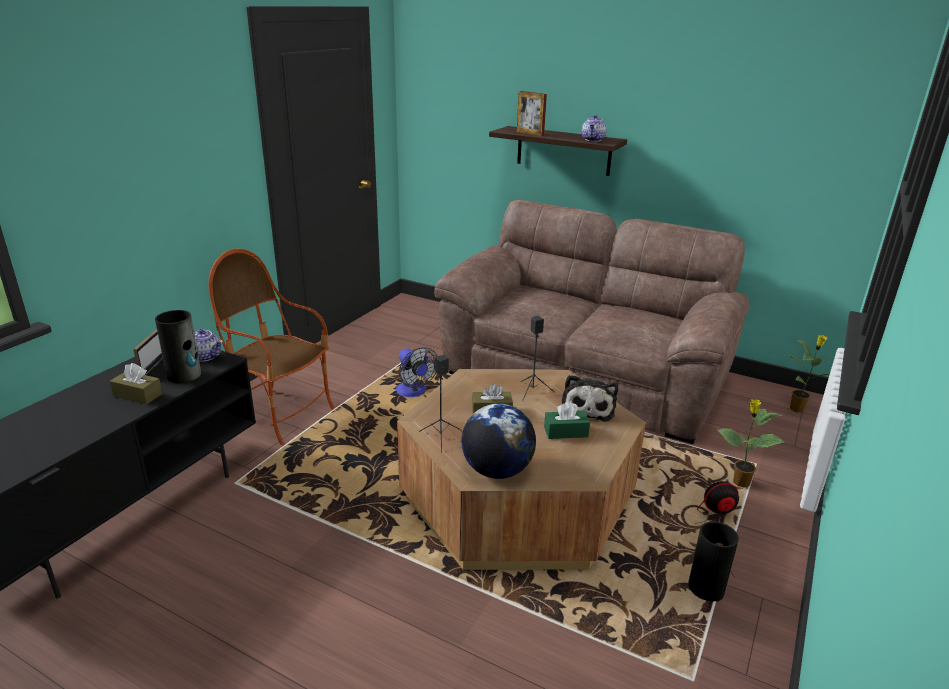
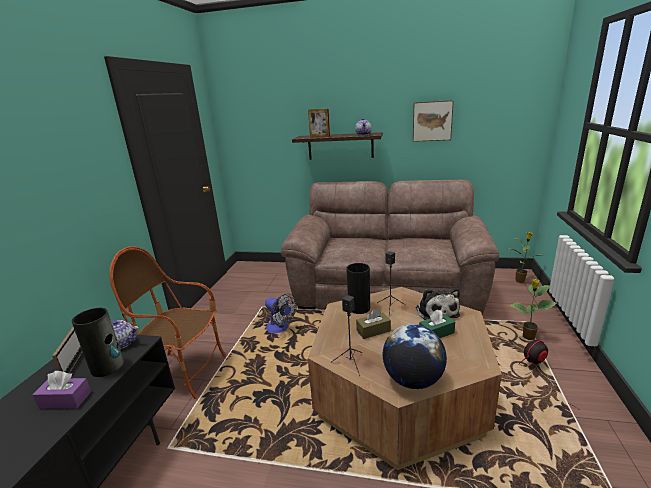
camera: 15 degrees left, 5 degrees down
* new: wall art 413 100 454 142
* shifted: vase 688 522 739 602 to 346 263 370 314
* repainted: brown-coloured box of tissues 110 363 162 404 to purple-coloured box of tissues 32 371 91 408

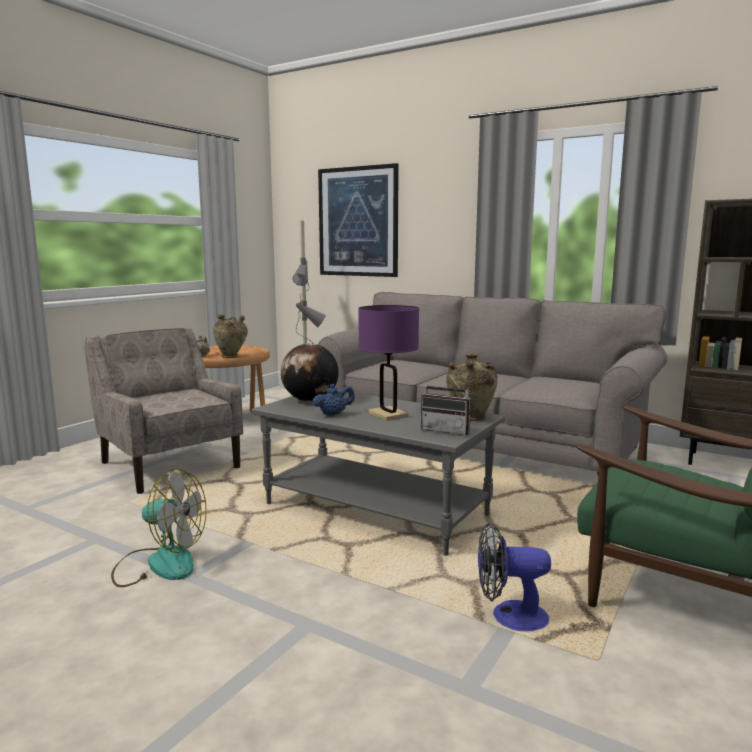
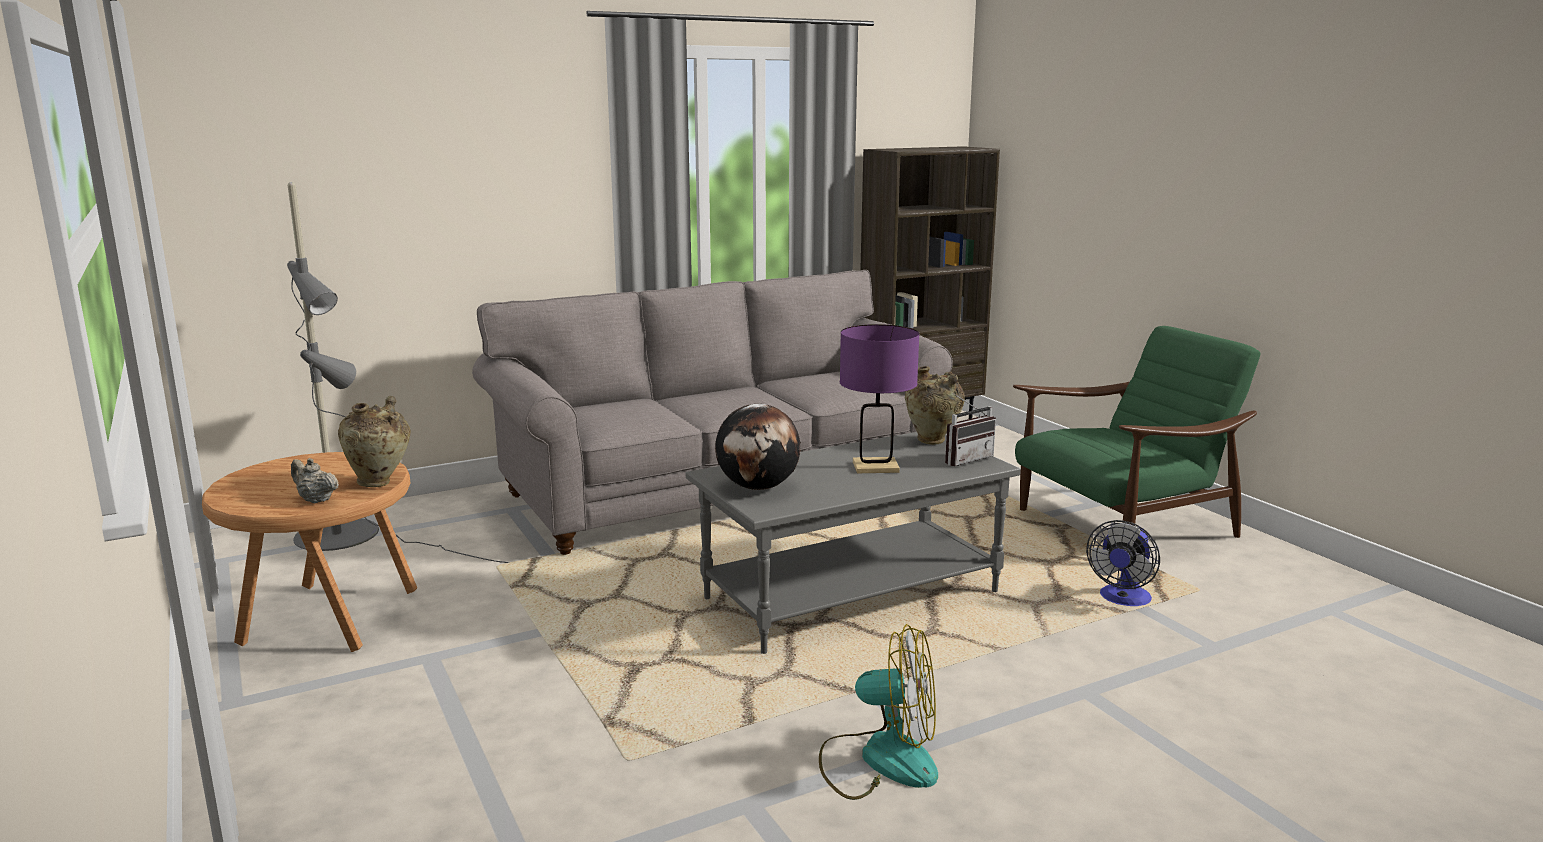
camera: 60 degrees left, 5 degrees up
* gone: sand-coloured lounge chair 84 327 243 494
* gone: blue teapot 312 384 355 416
* gone: wall art 318 163 399 277
* rotated: cooling fan 111 469 207 587 = 819 624 938 800 60 degrees clockwise

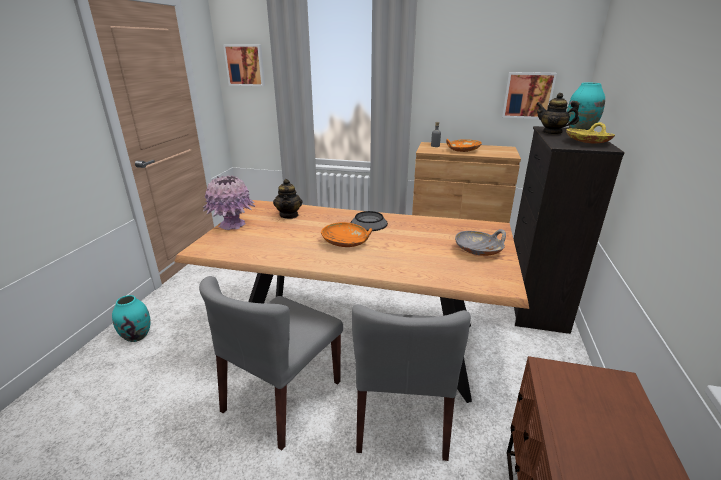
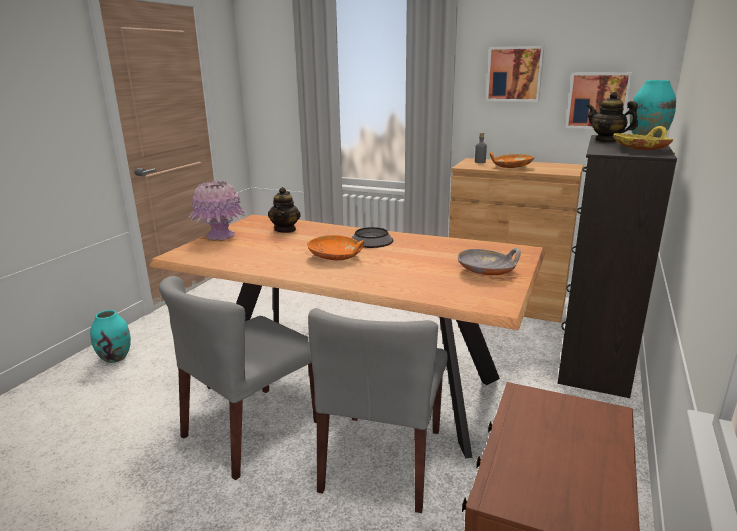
camera: 10 degrees right, 5 degrees down
* shifted: wall art 223 45 265 86 to 486 46 544 102

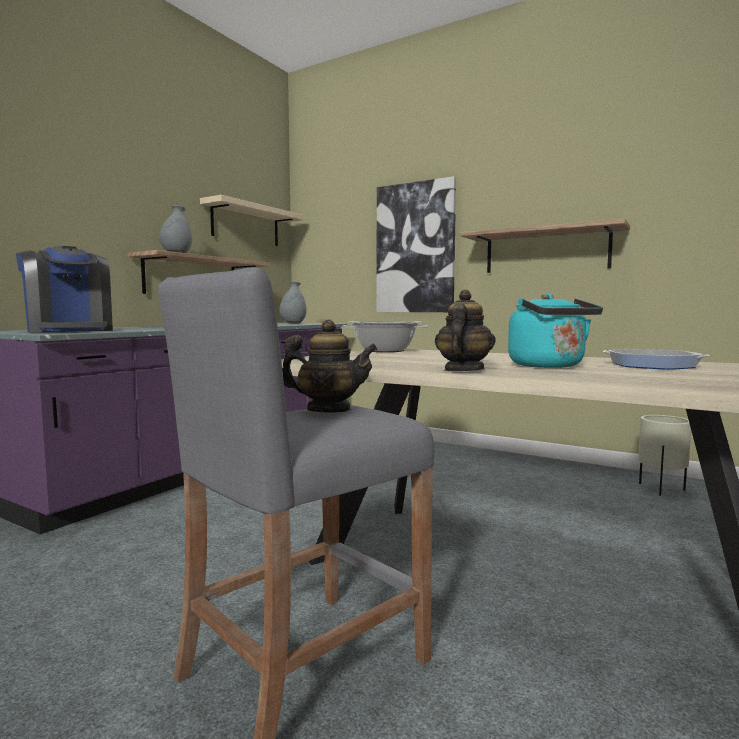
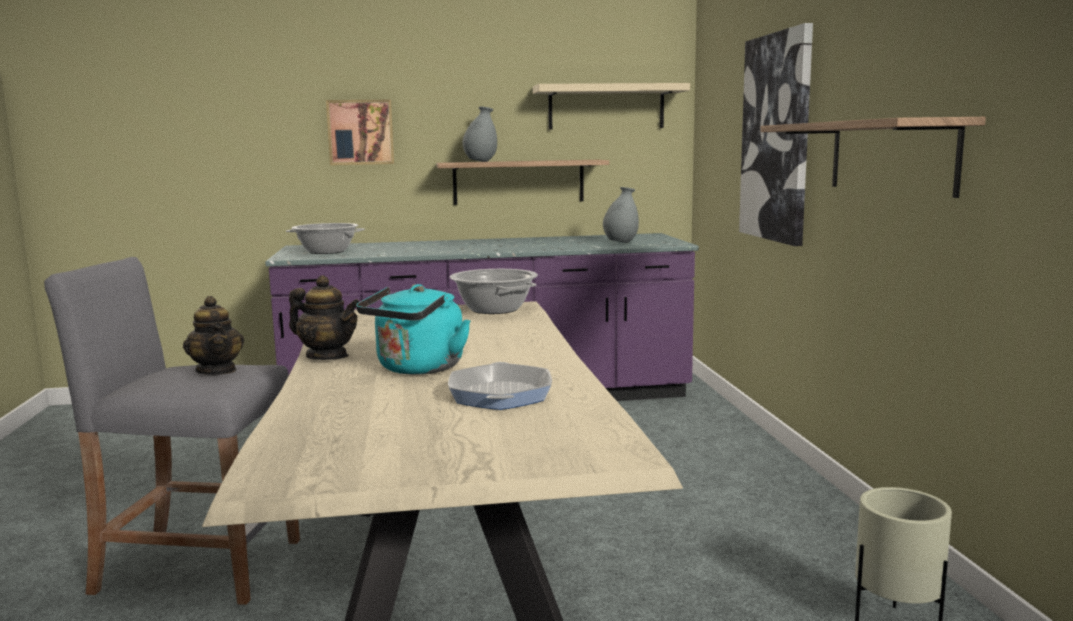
camera: 50 degrees right, 5 degrees up
* new: wall art 326 100 394 165
* swapped: coffee maker 16 246 113 332 to cooking pot 286 223 365 254
* rotated: teapot 435 289 496 371 = 289 275 359 360 45 degrees clockwise

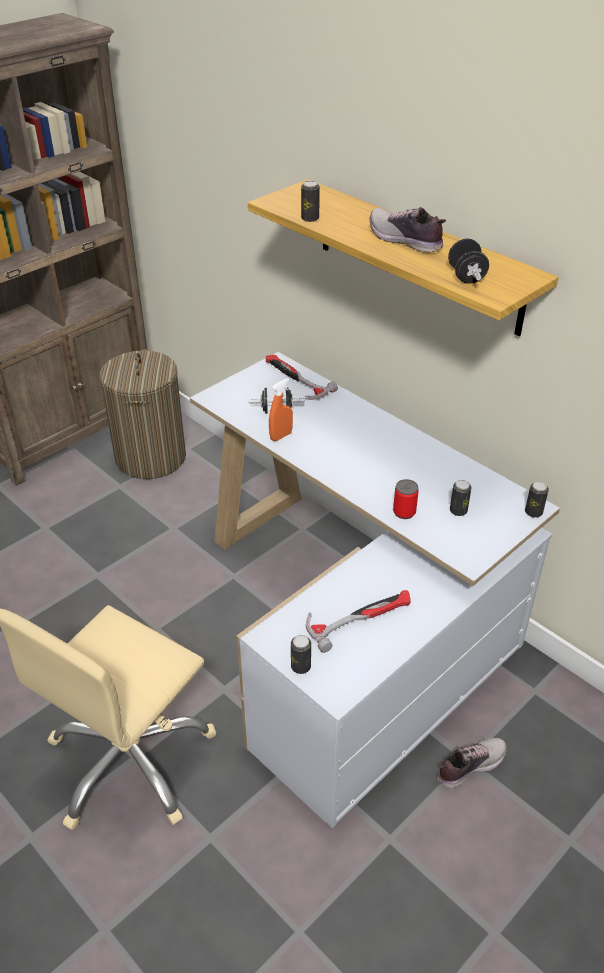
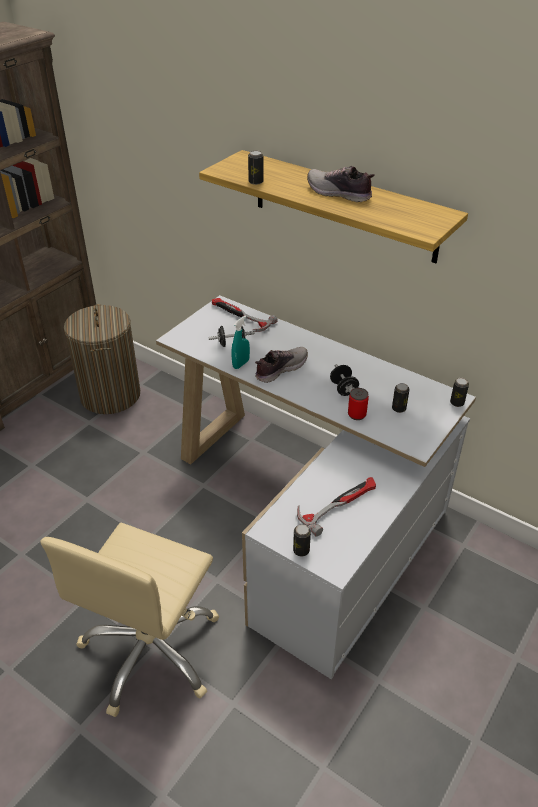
camera: 10 degrees left, 0 degrees up
* shifted: low shoe 437 738 507 788 to 255 347 308 383
* shifted: blackish hand weight 448 239 489 284 to 330 364 359 396
* repainted: orange sprayer 269 378 293 441 to blue-green sprayer 231 315 250 369

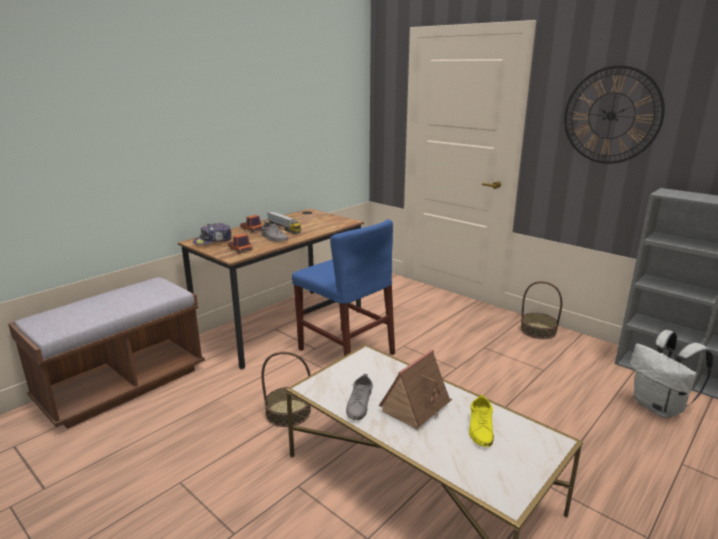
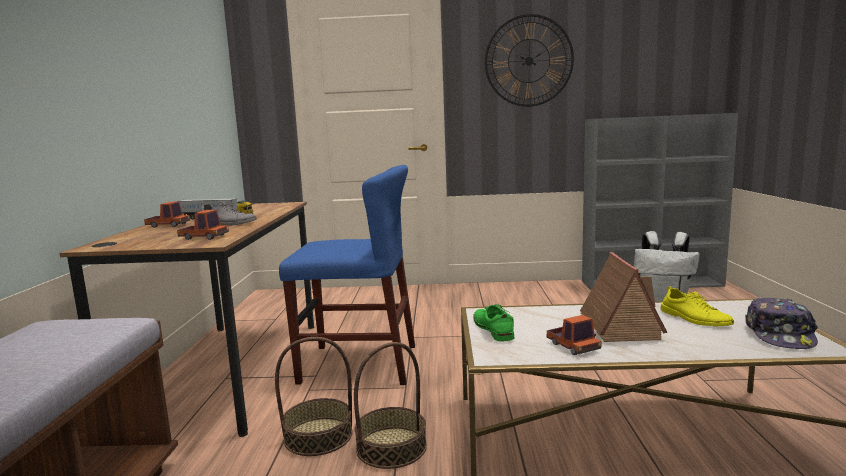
camera: 40 degrees left, 10 degrees down
* new: green low shoe 473 304 514 342
* shifted: peaked cap 193 223 232 245 to 745 297 818 349
* shifted: basket 520 281 562 339 to 275 337 353 456
* swapped: gray low shoe 346 374 373 420 to model truck 547 315 602 355

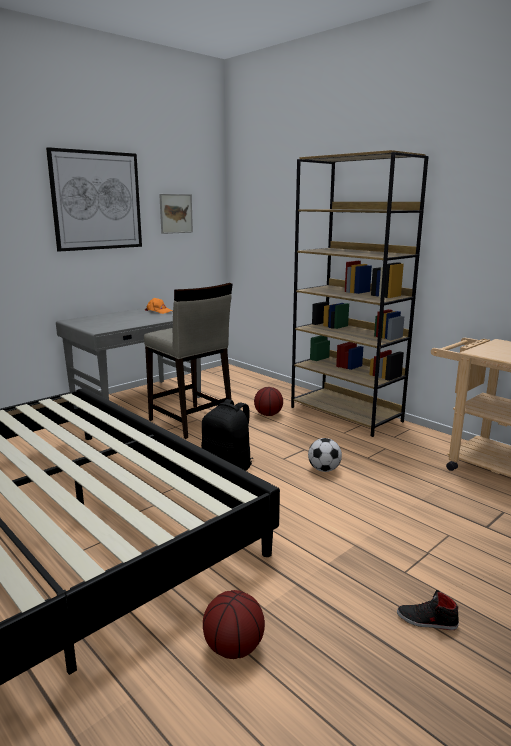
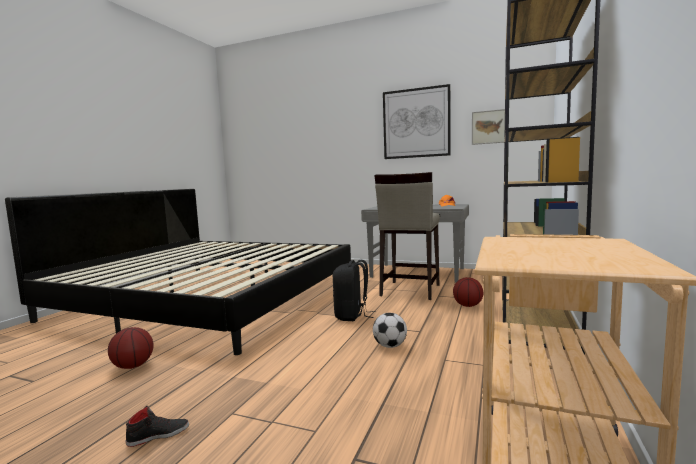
camera: 65 degrees right, 10 degrees down
* rotated: blackish low shoe 397 590 459 630 = 125 406 189 447 75 degrees clockwise

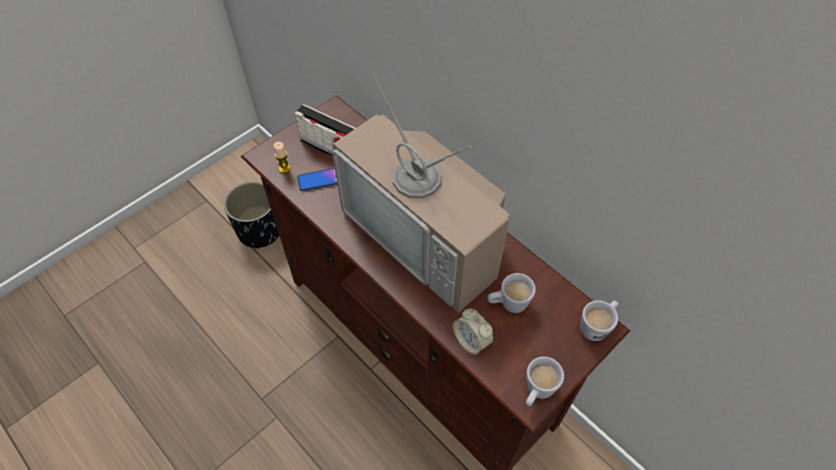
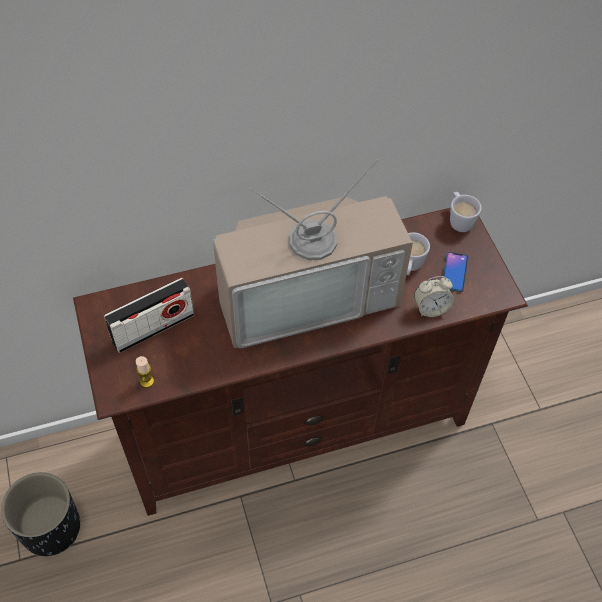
camera: 65 degrees left, 0 degrees up
* gone: white-coloured tea mug 525 357 564 407
* shifted: handset 297 168 337 191 to 443 252 468 292

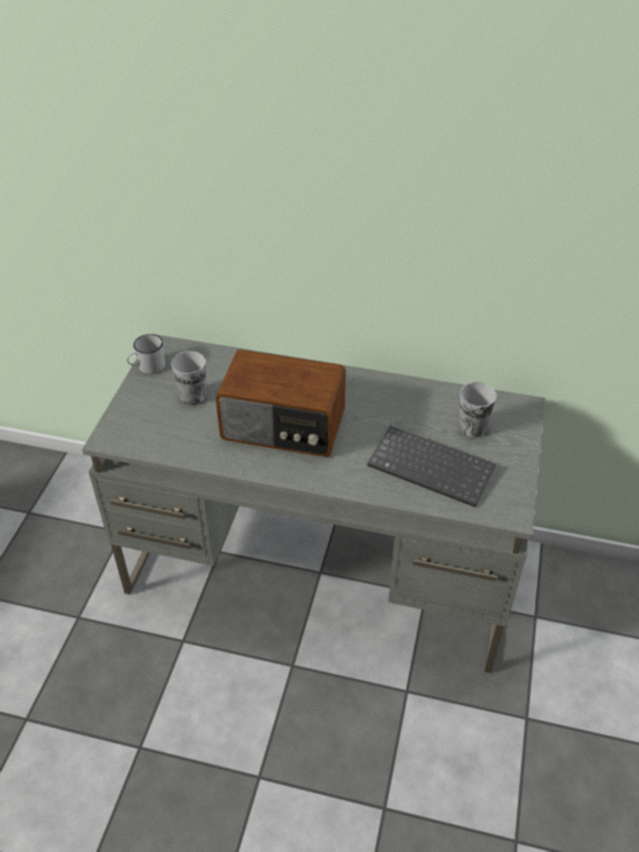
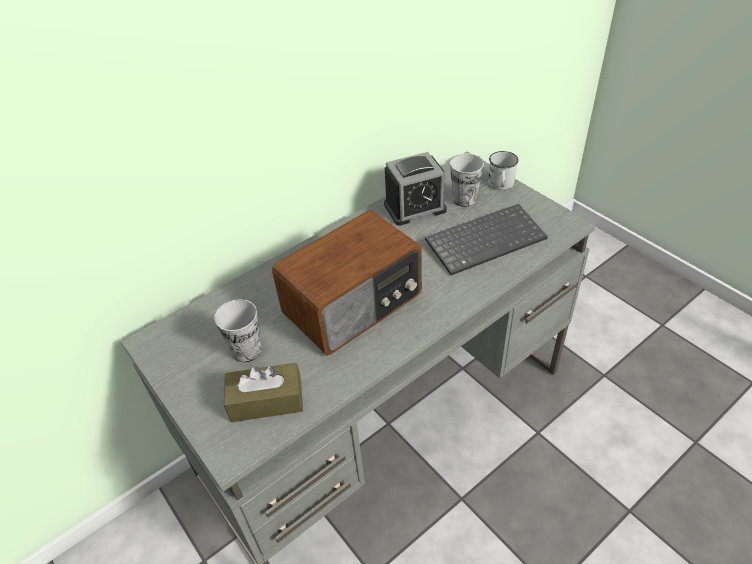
camera: 50 degrees left, 0 degrees up
* new: brown-coloured box of tissues 224 363 303 422
* new: bedside clock 384 152 447 226
* shifted: white-coloured tea mug 126 334 165 374 to 488 151 518 190

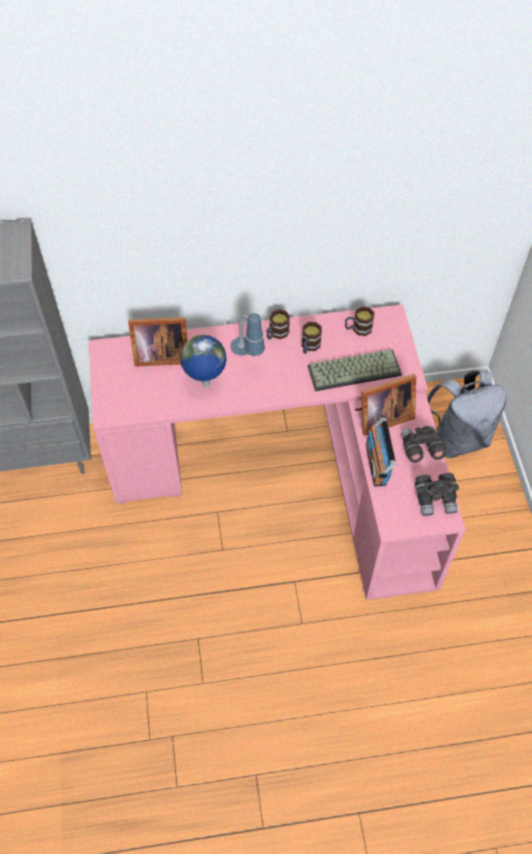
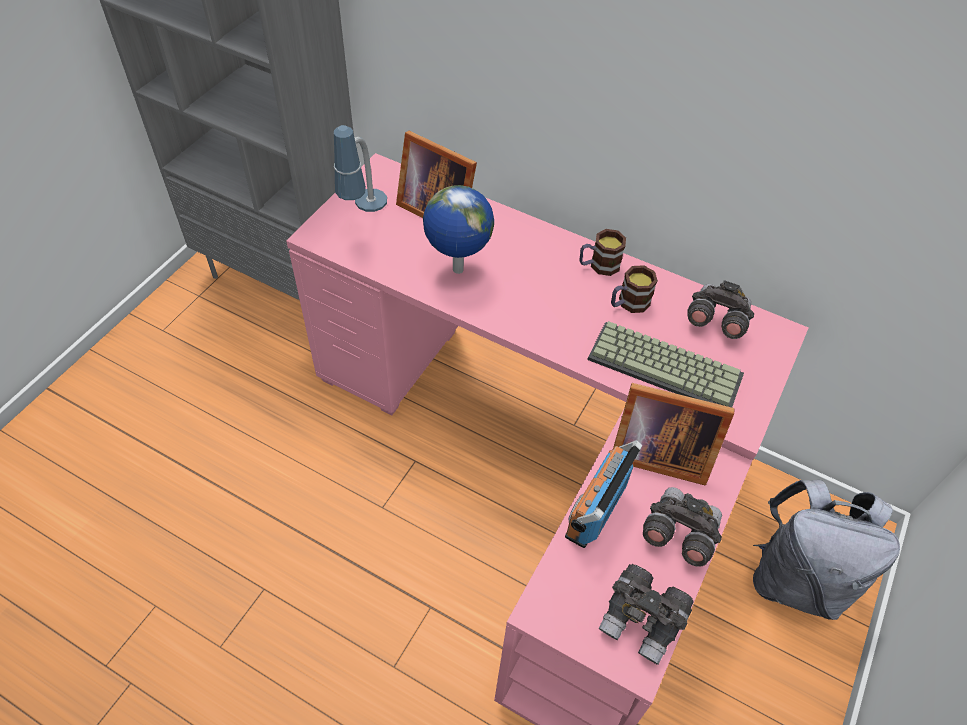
camera: 35 degrees right, 5 degrees down
* shifted: lamp for a table 231 313 265 356 to 334 125 387 212
* swapped: tea mug 345 306 375 336 to gray binoculars 687 280 754 339

